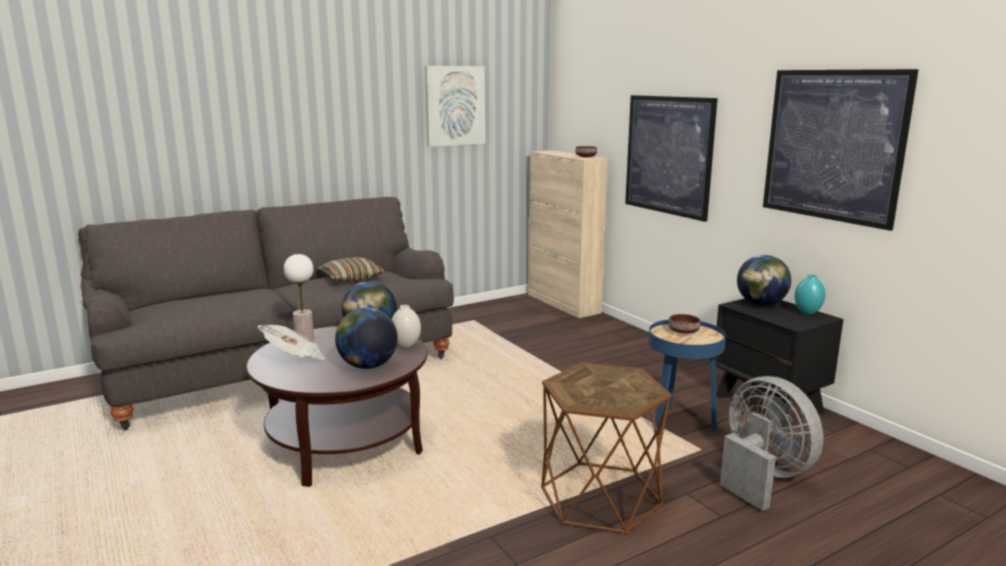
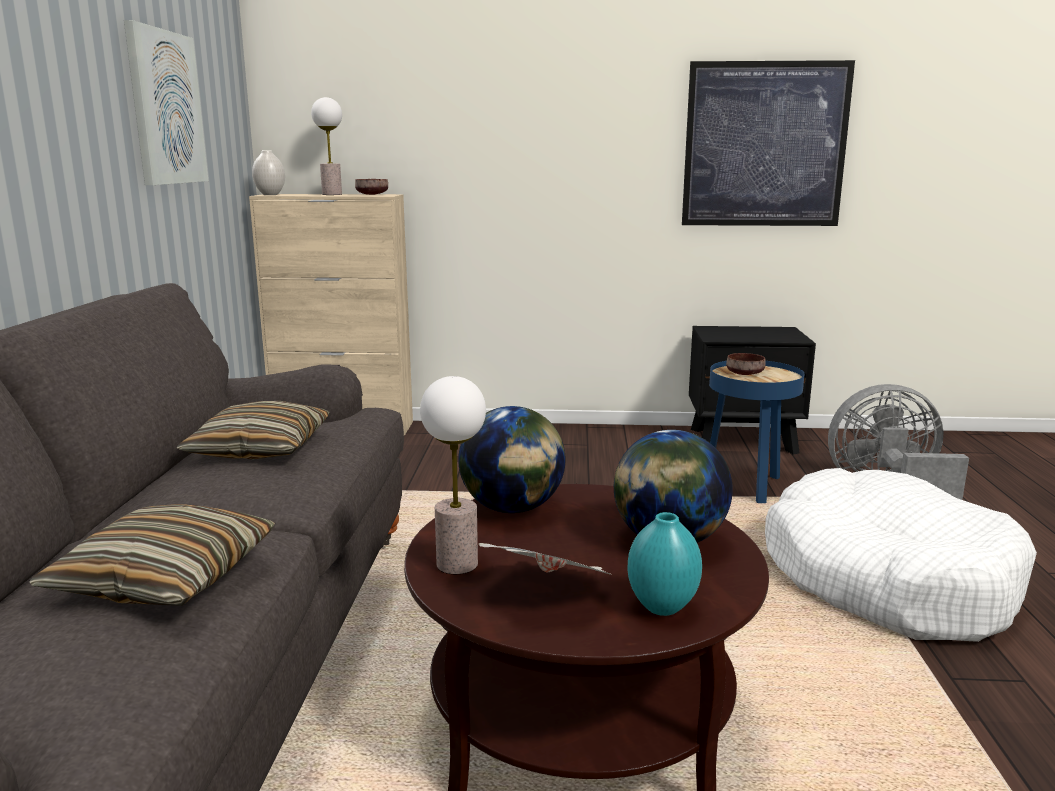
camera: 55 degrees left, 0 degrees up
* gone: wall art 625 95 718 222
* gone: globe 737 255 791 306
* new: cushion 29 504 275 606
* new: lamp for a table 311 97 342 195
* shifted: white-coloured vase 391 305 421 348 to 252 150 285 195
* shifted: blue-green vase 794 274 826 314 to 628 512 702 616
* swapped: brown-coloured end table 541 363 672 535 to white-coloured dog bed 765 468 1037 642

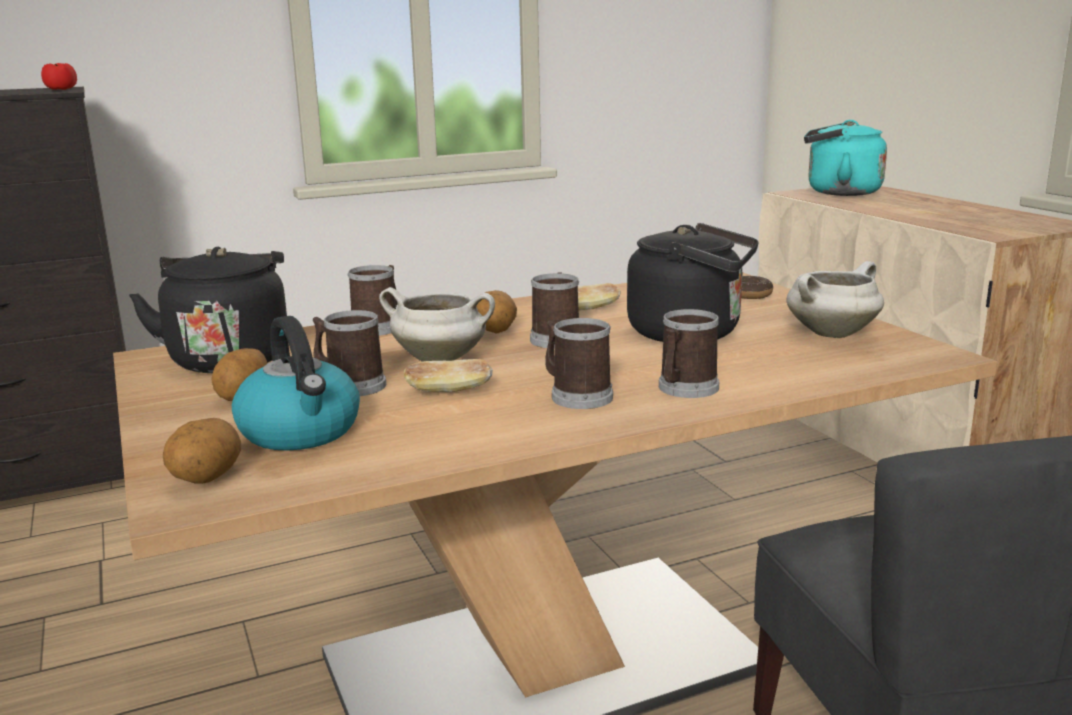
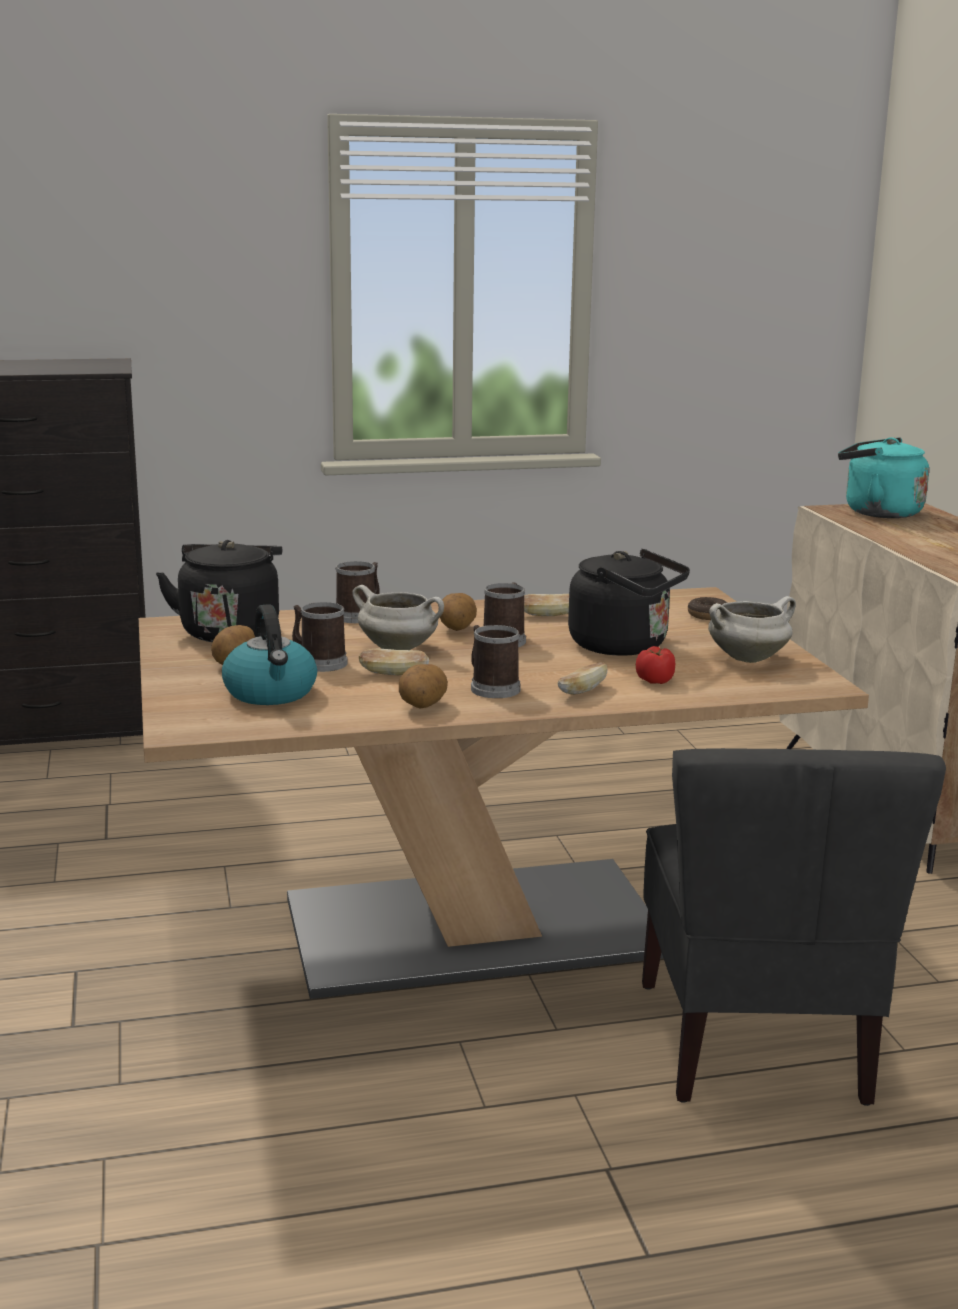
camera: 10 degrees right, 0 degrees up
* shifted: fresh tomato 41 63 77 90 to 636 646 675 684
* shifted: potato 163 418 241 484 to 399 664 448 709
* swapped: tea mug 659 309 719 398 to bread 557 662 607 695

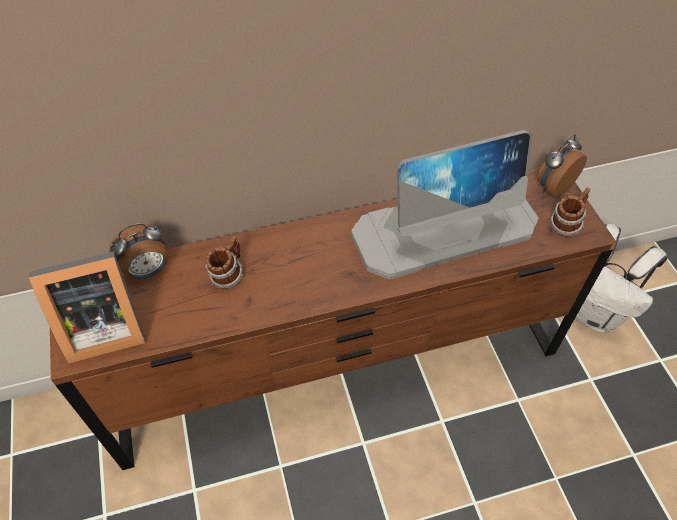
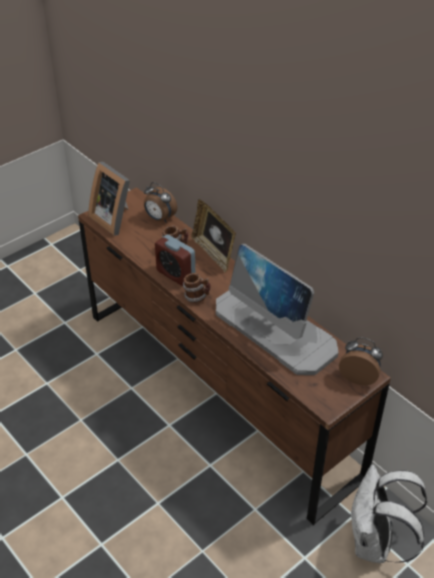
camera: 65 degrees right, 10 degrees down
* new: bedside clock 155 234 195 286
* new: photo frame 191 199 236 273
* shifted: tea mug 549 188 590 237 to 183 273 210 303

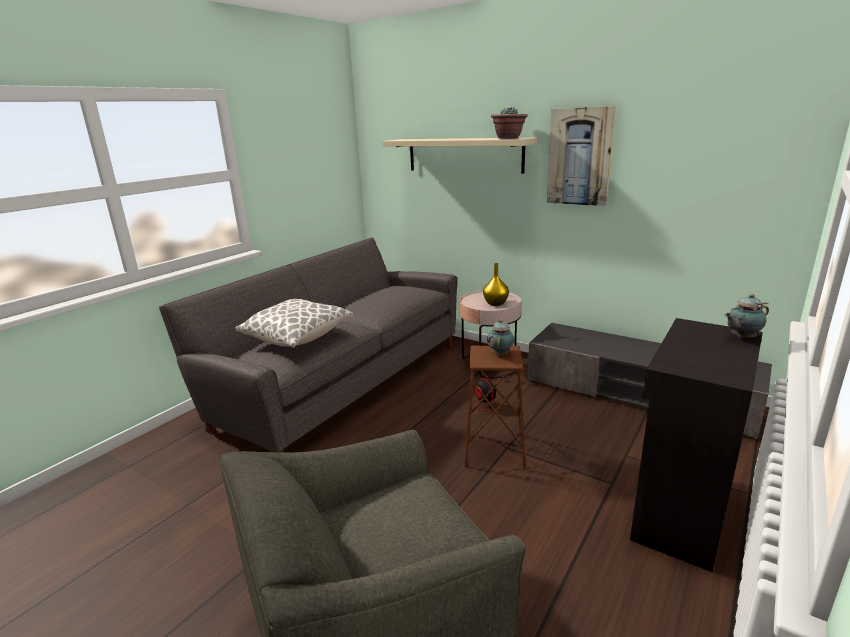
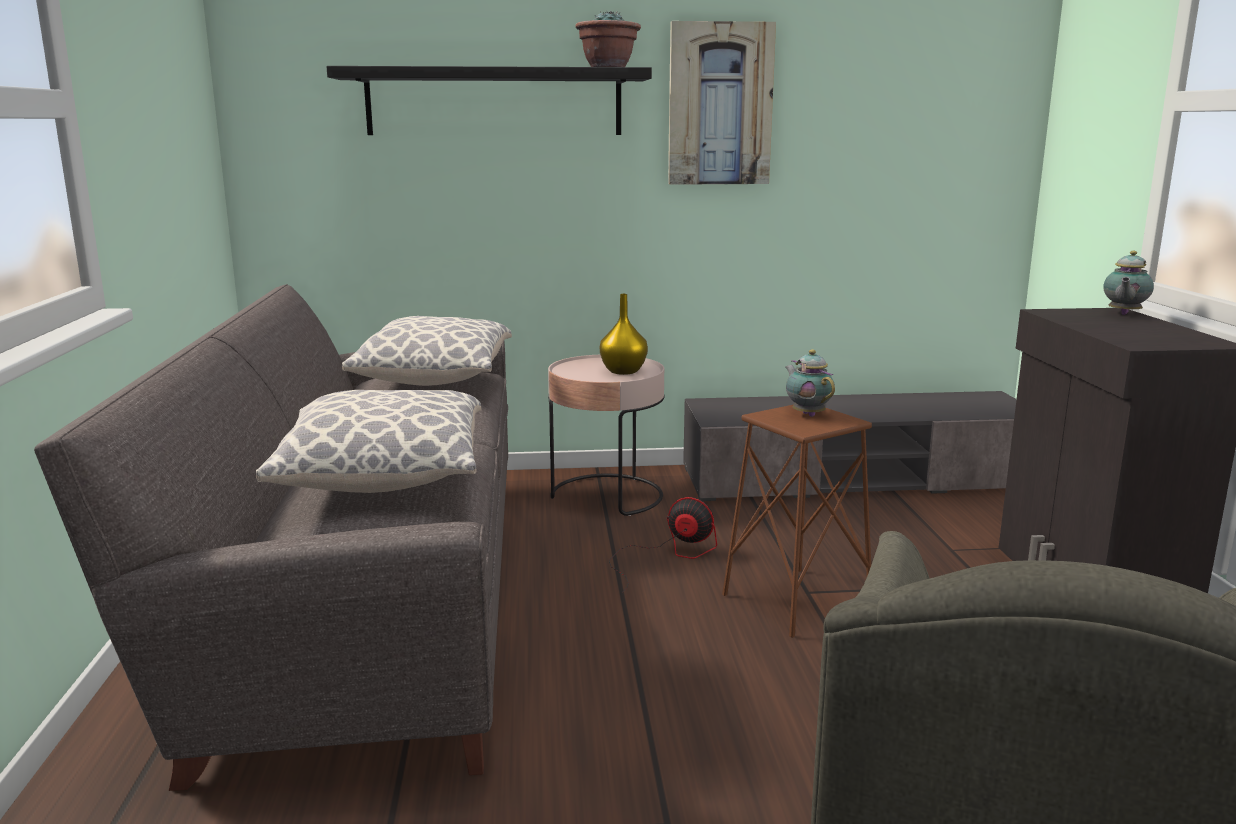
camera: 40 degrees left, 5 degrees down
* new: cushion 342 316 512 386
* repainted: sand-coloured shelf 383 138 538 174 to blackish shelf 326 66 652 135

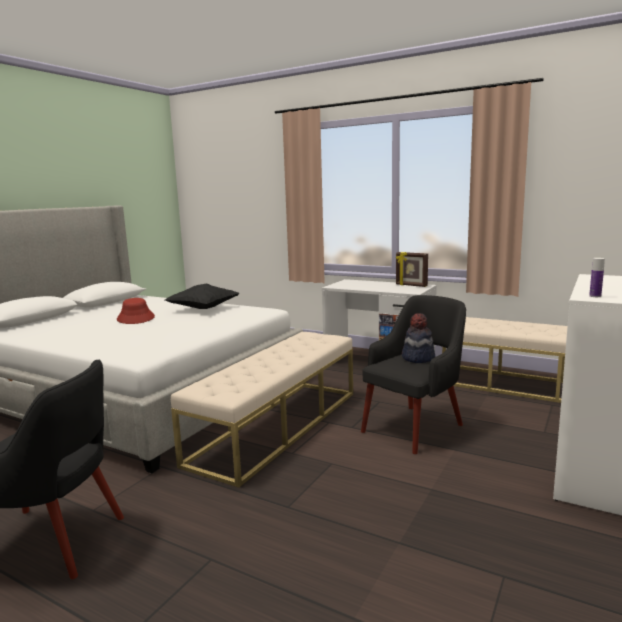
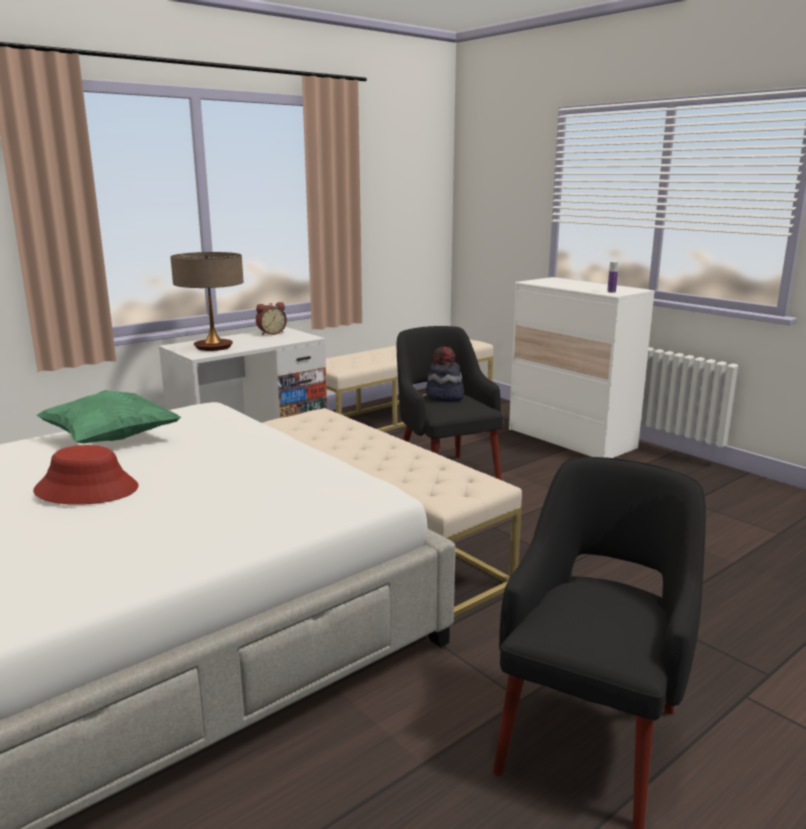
camera: 70 degrees left, 5 degrees up
* new: lamp for a table 170 252 243 351
* swapped: photo frame 396 252 428 287 to bedside clock 256 302 287 335
* repainted: blackish cushion 165 283 240 309 to green cushion 36 390 181 443

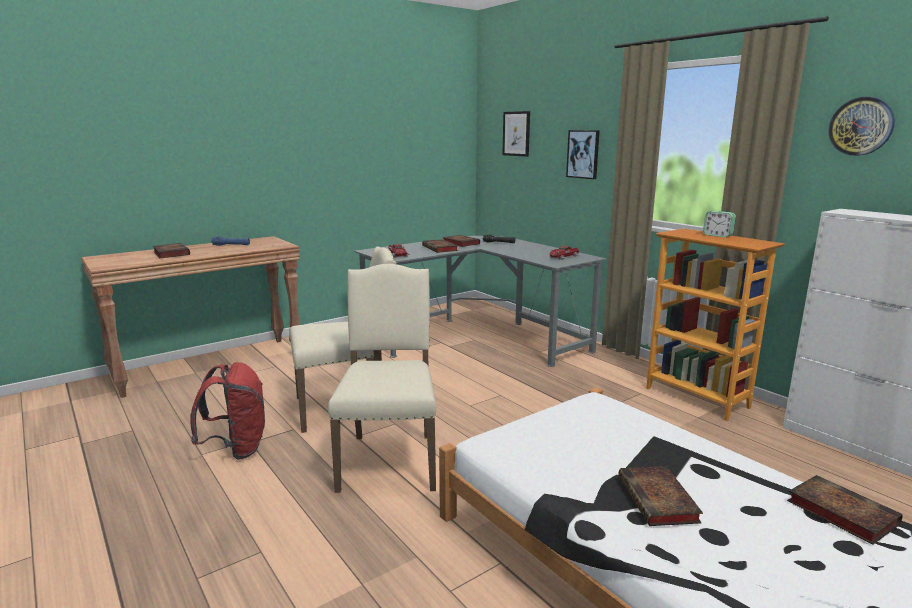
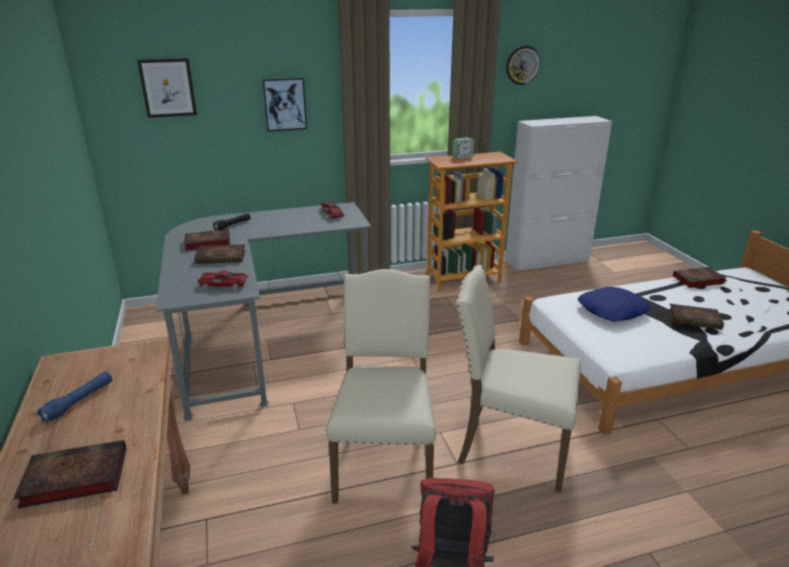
camera: 70 degrees left, 10 degrees up
* new: blue cushion 578 287 651 322

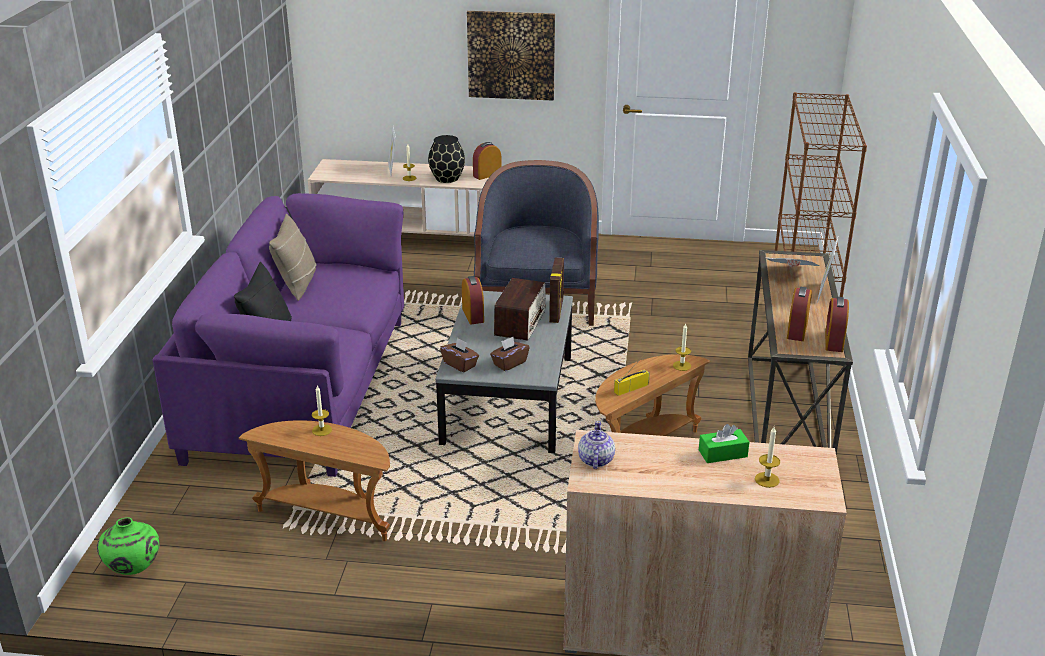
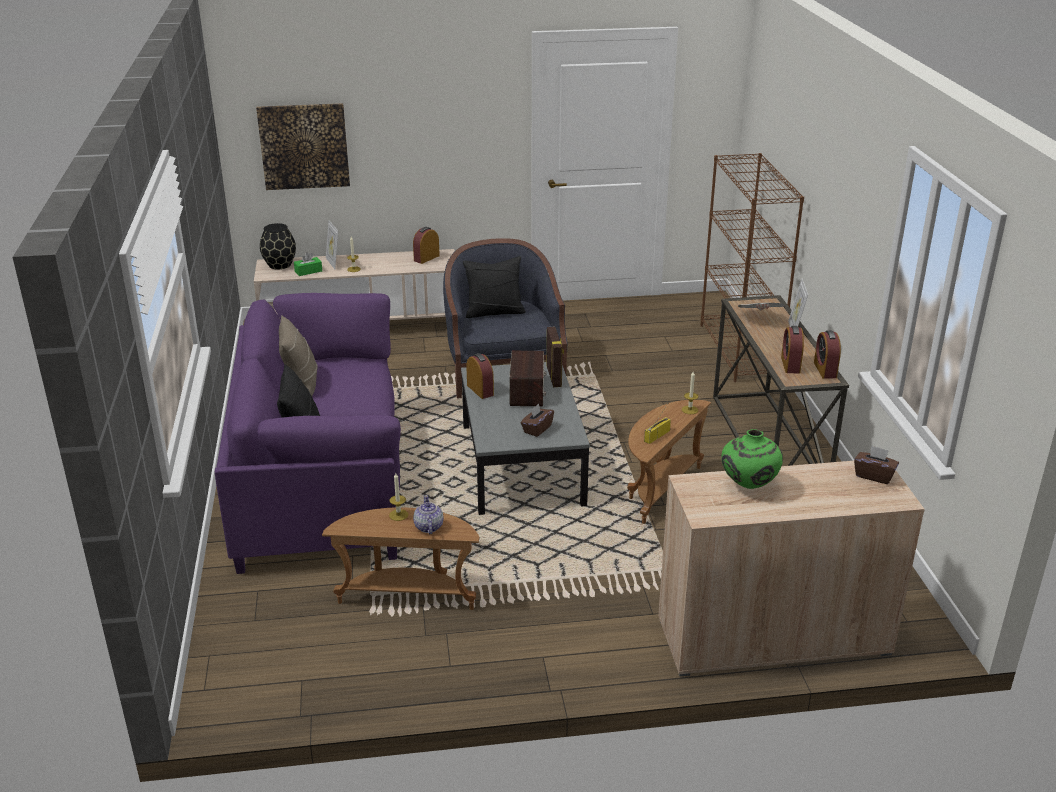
camera: 15 degrees left, 0 degrees up
* gone: wax light 755 427 780 488
* new: blackish cushion 463 256 526 318
* shifted: green vase 97 517 160 575 to 721 429 783 489
* shifted: blackish vase 428 135 465 183 to 260 223 296 269
* shifted: brown-coloured box of tissues 440 337 479 372 to 854 446 899 484
* shifted: wall art 467 11 555 101 to 256 103 350 190
* shifted: teapot 578 421 615 469 to 413 495 444 534
* shifted: green box of tissues 699 424 749 463 to 294 252 322 276

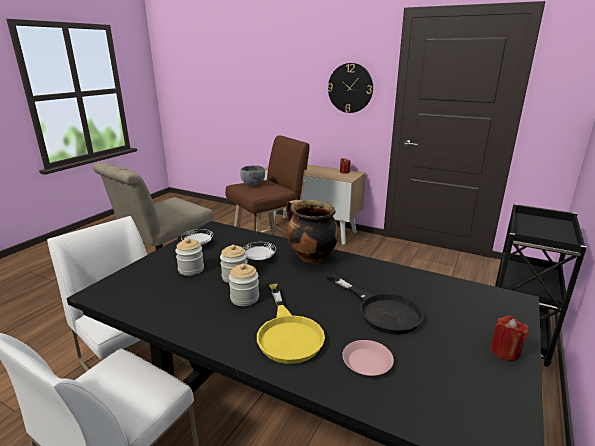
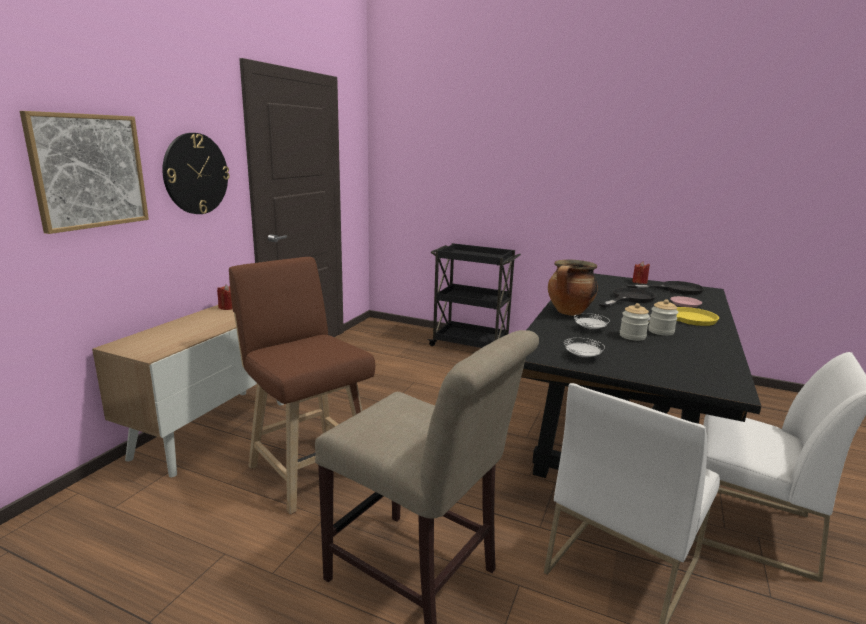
camera: 95 degrees left, 5 degrees down
* gone: jar 175 238 204 276
* gone: gray bowl 240 165 265 186
* new: wall art 20 111 149 234
* new: blackish frying pan 627 281 704 295

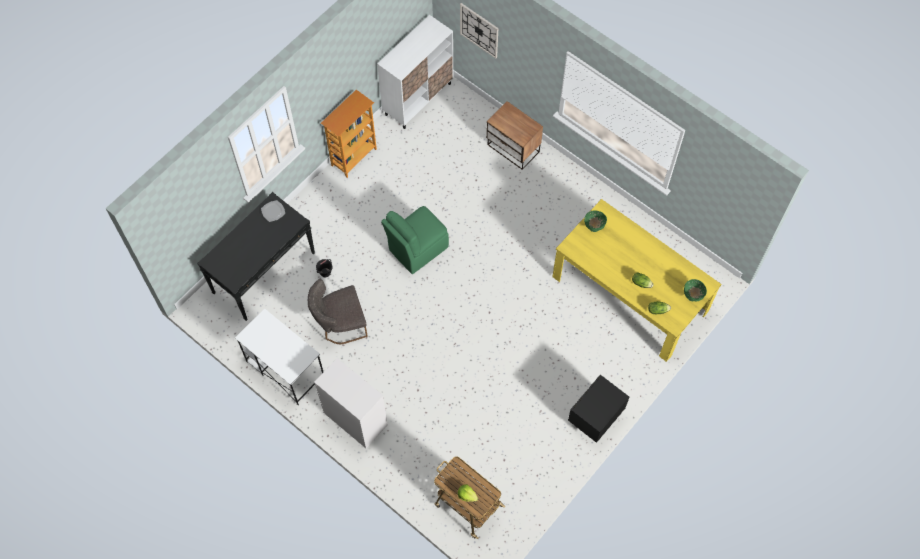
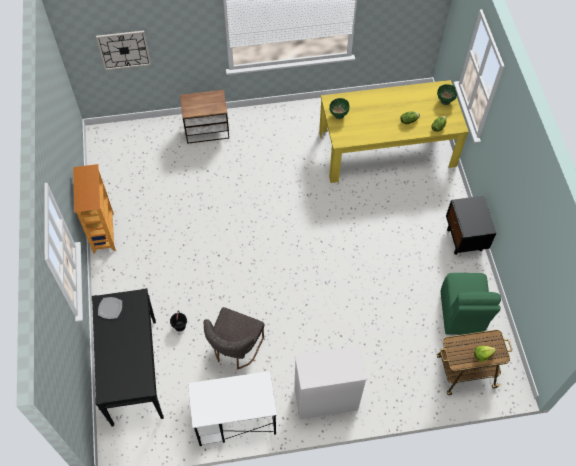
camera: 50 degrees left, 5 degrees down
* gone: white-coloured storage cabinet 377 15 453 129
* shifted: green upright chair 381 206 449 274 to 441 273 501 335

